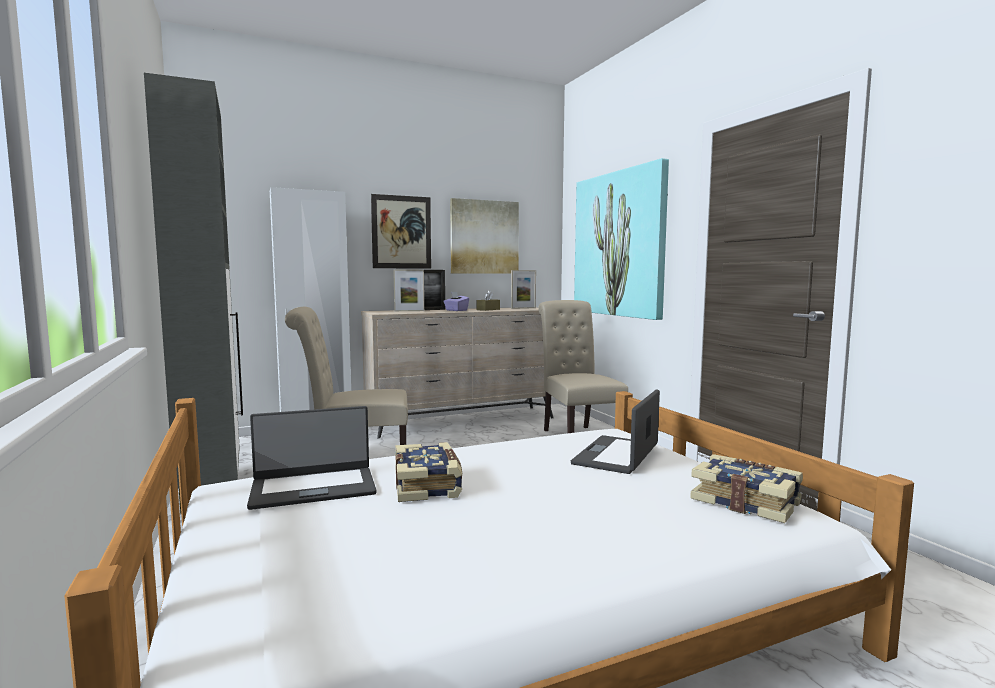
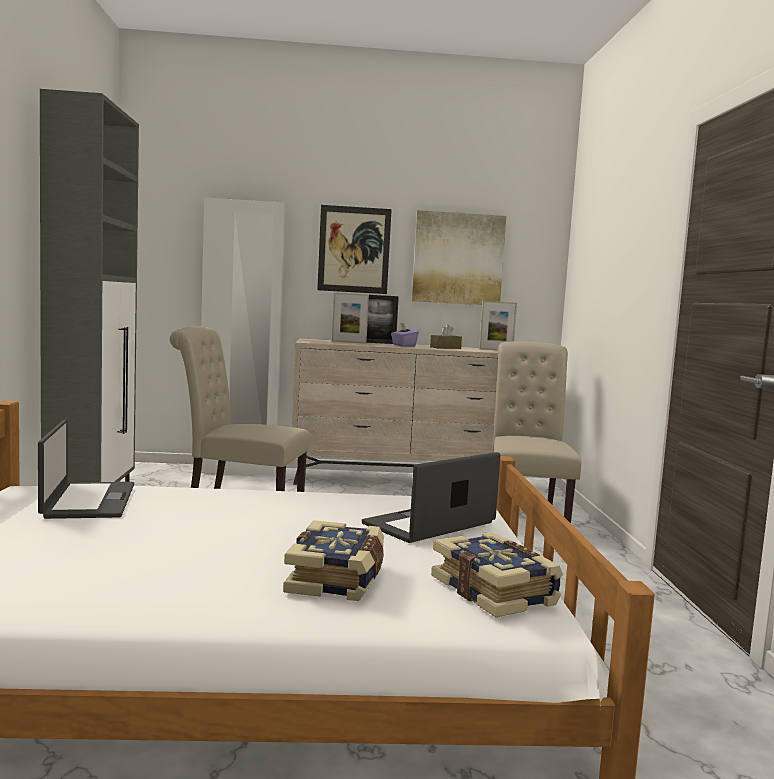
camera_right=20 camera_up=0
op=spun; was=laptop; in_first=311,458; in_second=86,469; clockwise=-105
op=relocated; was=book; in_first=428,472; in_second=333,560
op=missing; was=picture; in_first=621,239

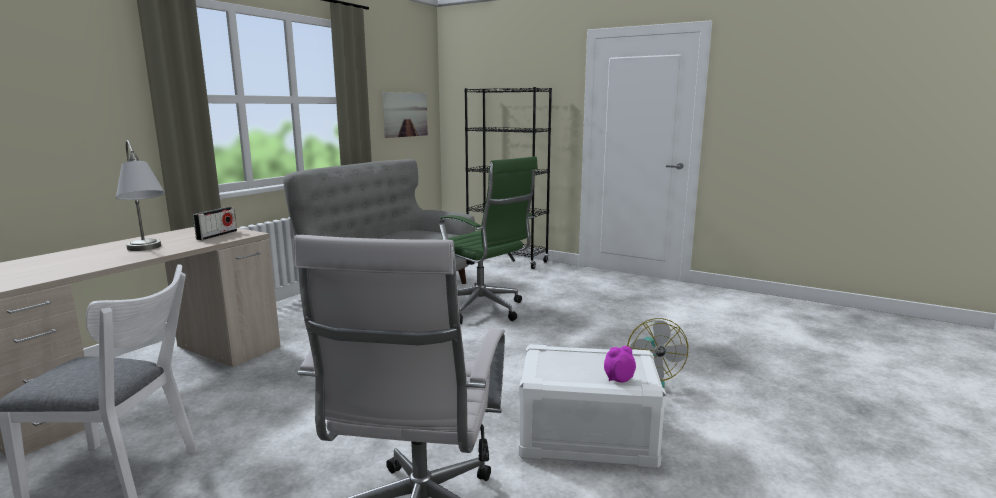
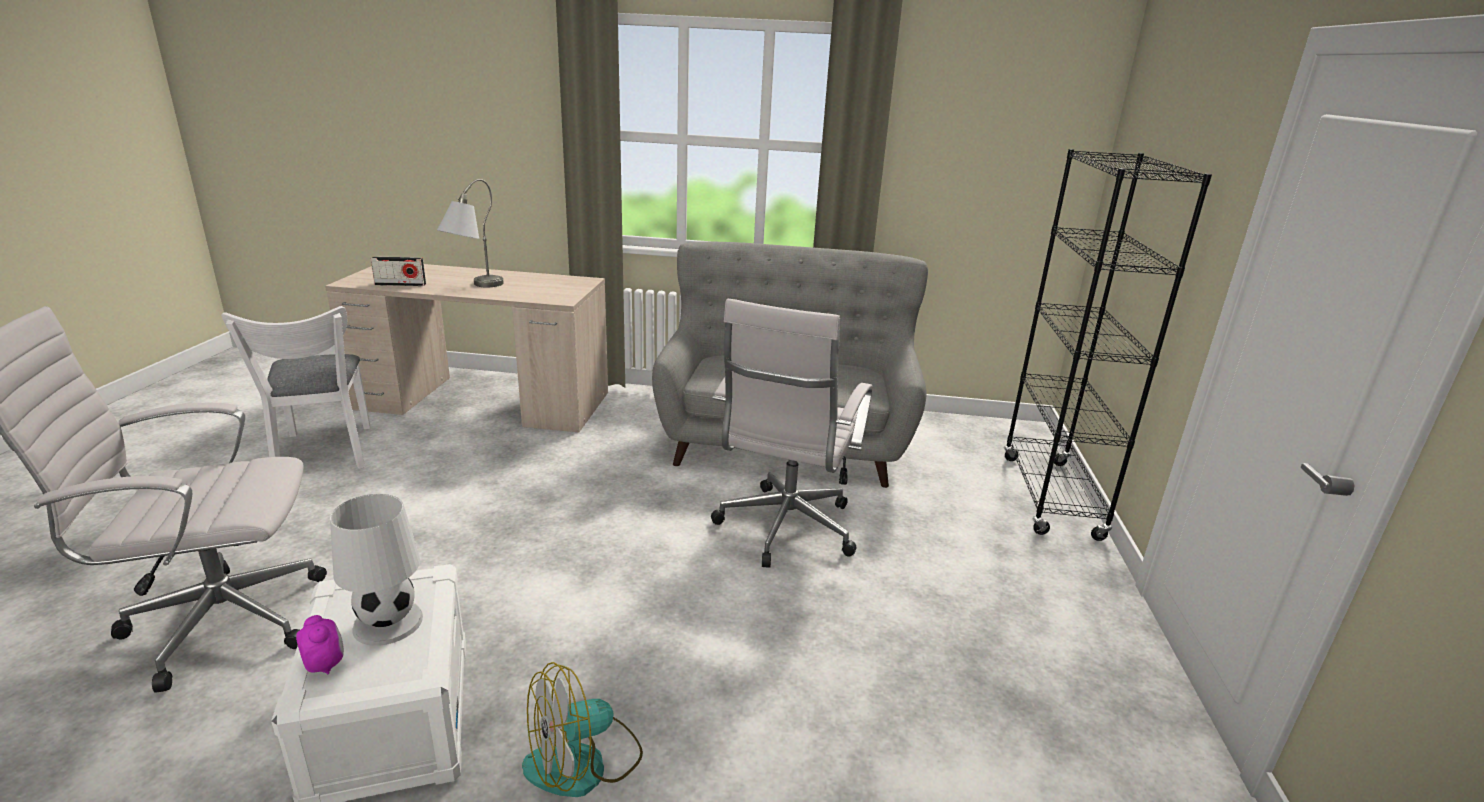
camera_right=65 camera_up=10
op=appeared; now=white table lamp; in_second=376,570
op=relocated; was=radio; in_first=215,223; in_second=398,271
op=colour; was=green office chair; now=white office chair; in_first=488,240; in_second=792,433
op=missing; was=picture; in_first=405,115

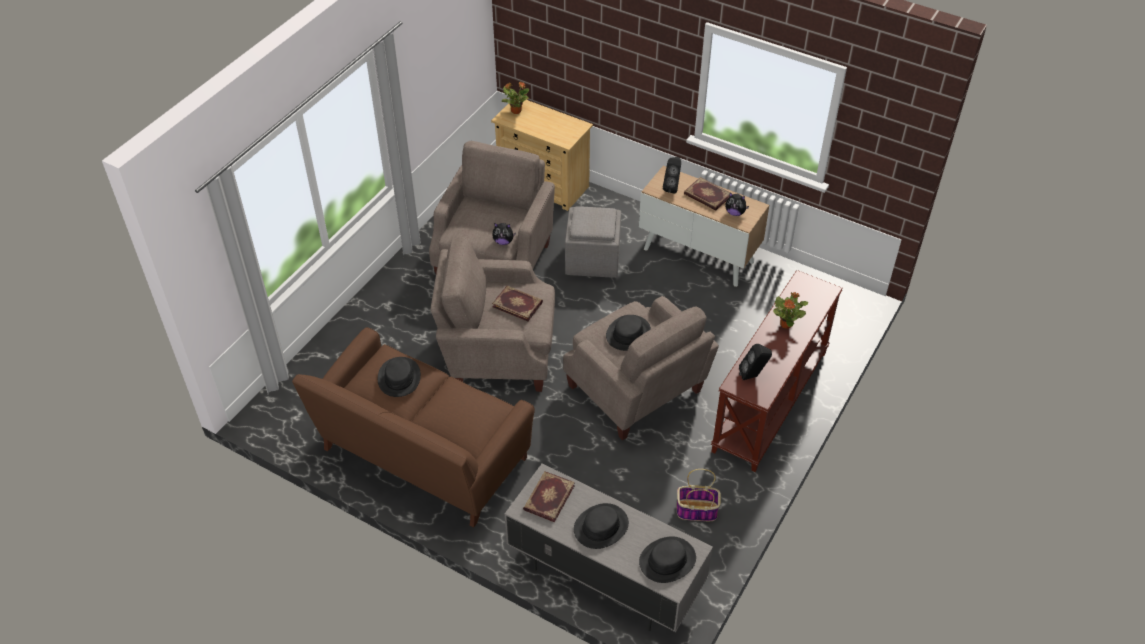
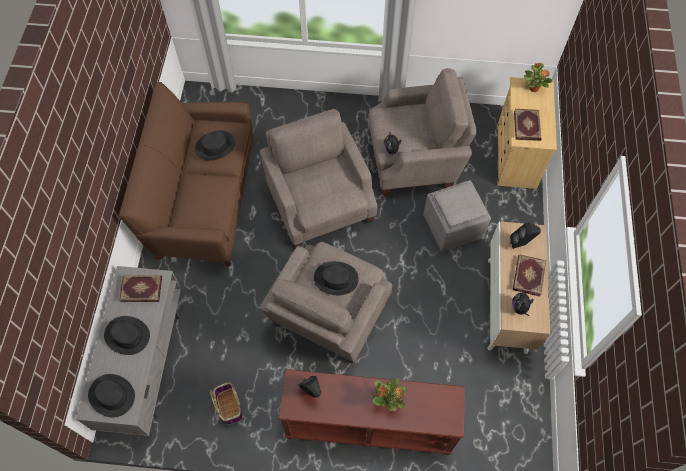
camera_right=65 camera_up=15
op=relocated; was=book; in_first=517,303; in_second=528,125

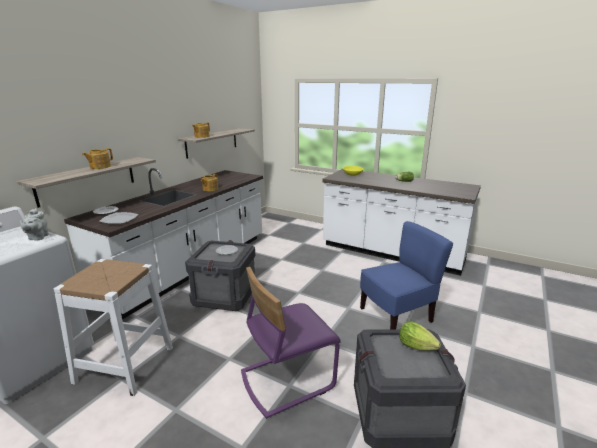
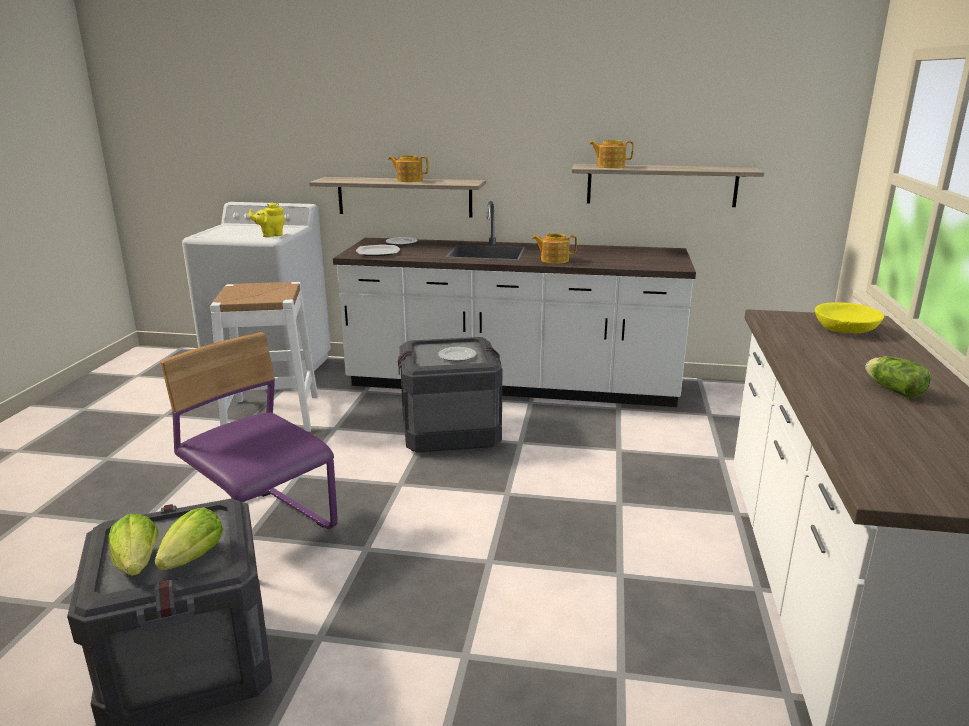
camera_right=70 camera_up=0
op=appeared; now=lettuce; in_second=133,545
op=colour; was=grey teapot; now=yellow teapot; in_first=34,224; in_second=267,220
op=missing; was=blue chair; in_first=406,275

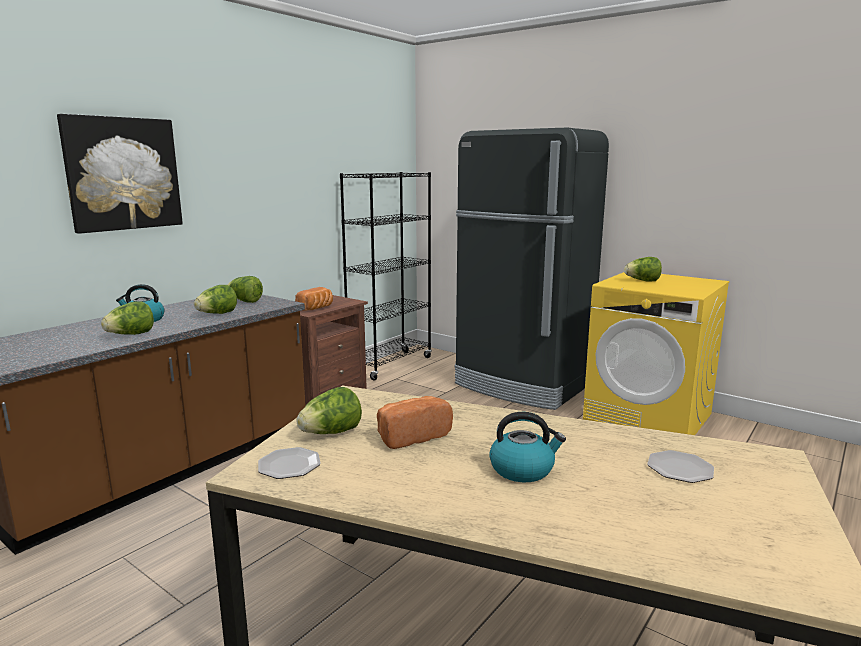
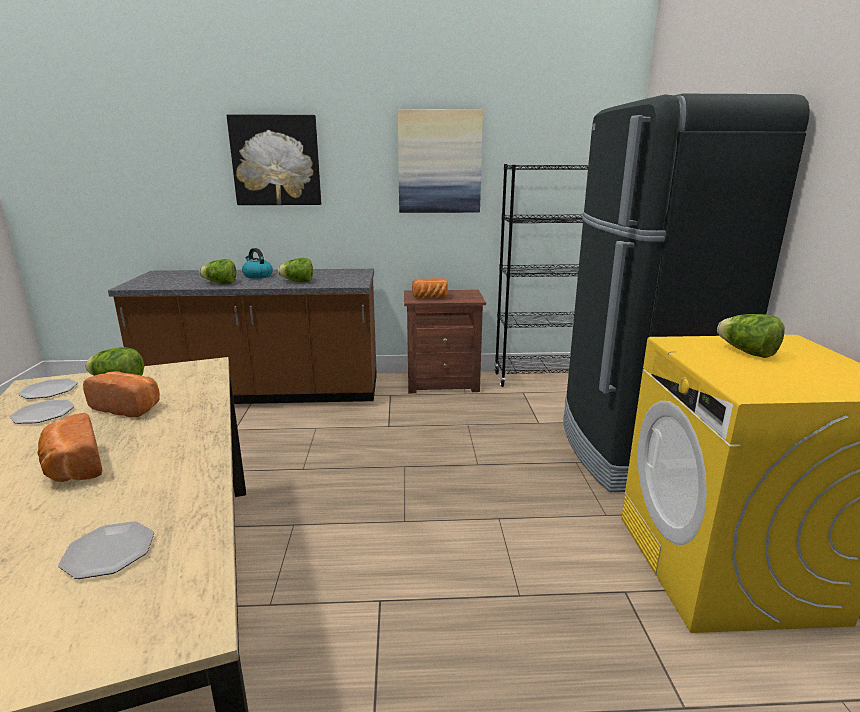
camera_right=50 camera_up=5
op=appeared; now=plate; in_second=42,412
op=exchanged; was=kettle; now=bread; in_first=527,447; in_second=69,447
op=appeared; now=picture; in_second=440,161
op=missing; was=lettuce; in_first=245,289

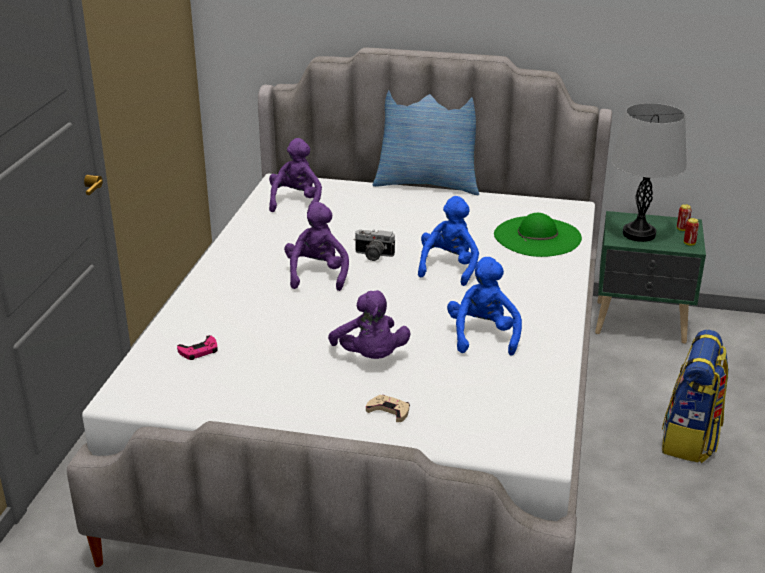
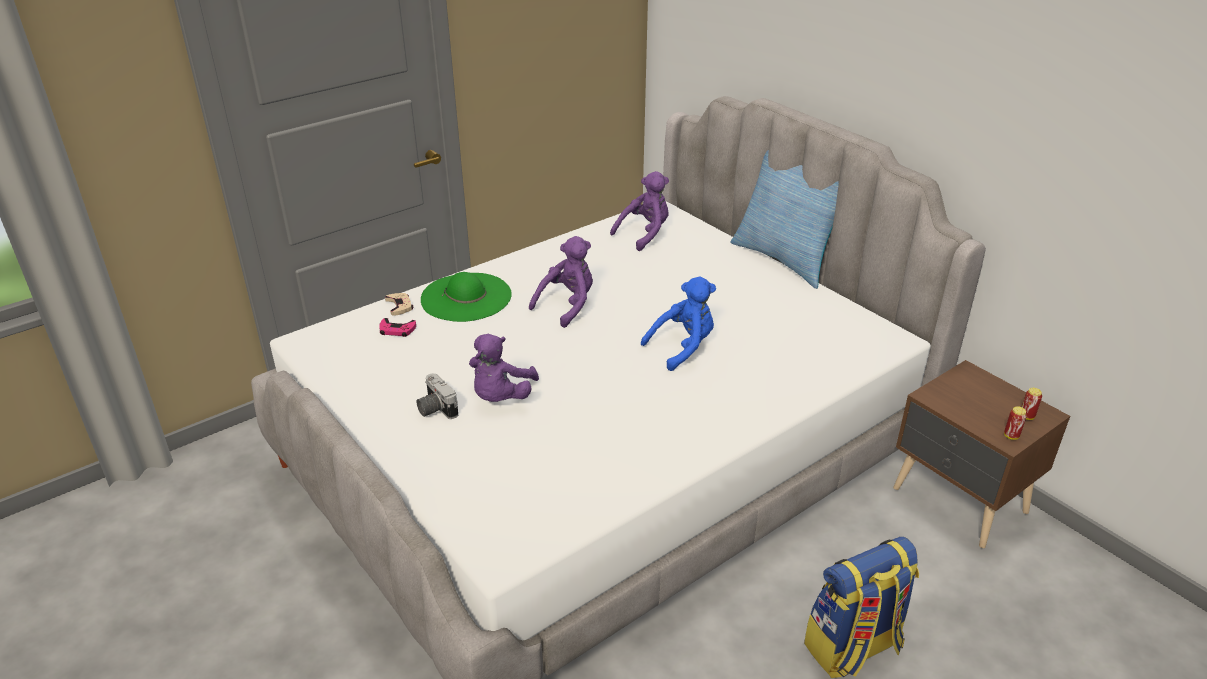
camera_right=40 camera_up=5
op=relocated; was=beige game controller; in_first=388,408; in_second=399,304
op=relocated; was=photo camera; in_first=374,245; in_second=437,396
op=relocated; was=green hat; in_first=538,235; in_second=466,297
op=colour; was=green nightstand; now=brown nightstand; in_first=650,277; in_second=981,454
op=missing; was=blue plush toy; in_first=484,306
op=missing; was=grey table lamp; in_first=649,172

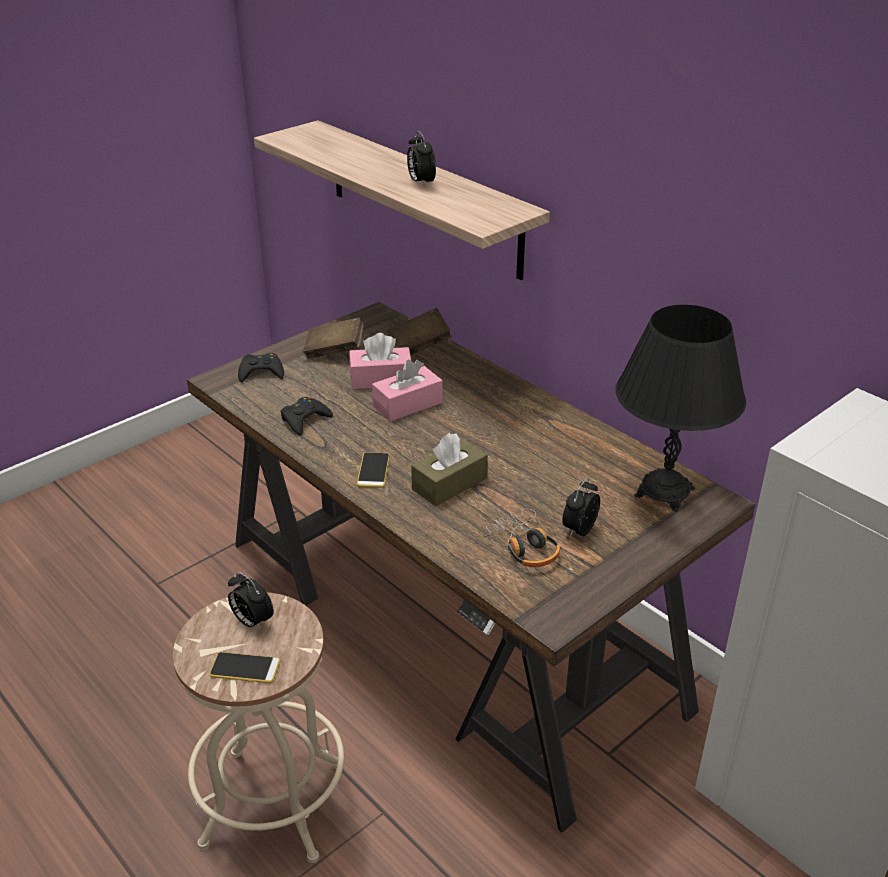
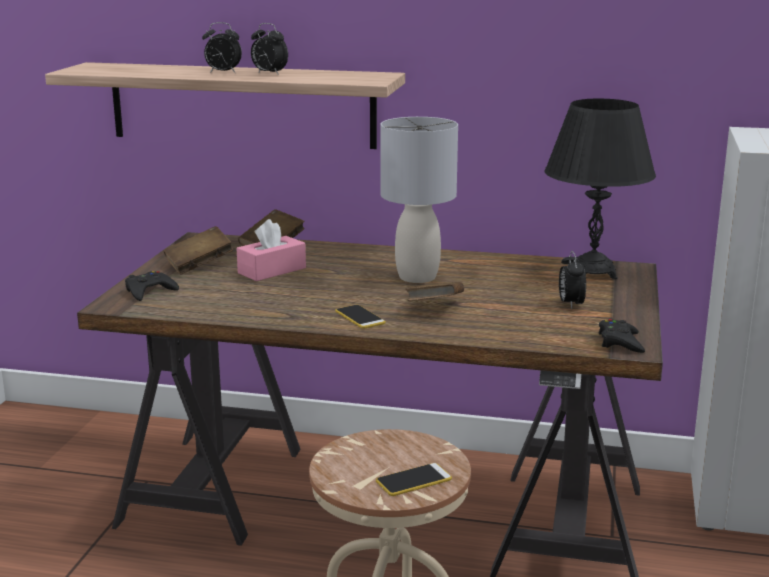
camera_right=-35 camera_up=-15
op=relocated; was=alarm clock; in_first=251,601; in_second=222,47
op=appeared; now=grey table lamp; in_second=419,200
op=exchanged; was=brown tissue box; now=brown book; in_first=449,469; in_second=435,291
op=relocated; was=black game controller; in_first=306,416; in_second=622,336
op=missing; was=pink tissue box; in_first=407,390
op=missing; was=headphones; in_first=521,538

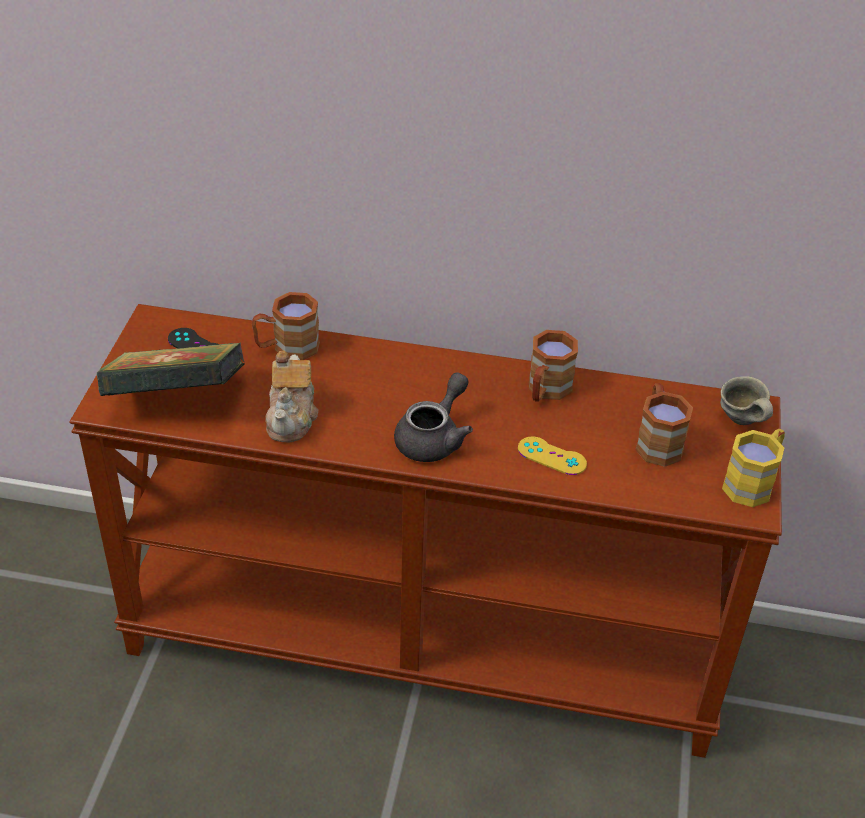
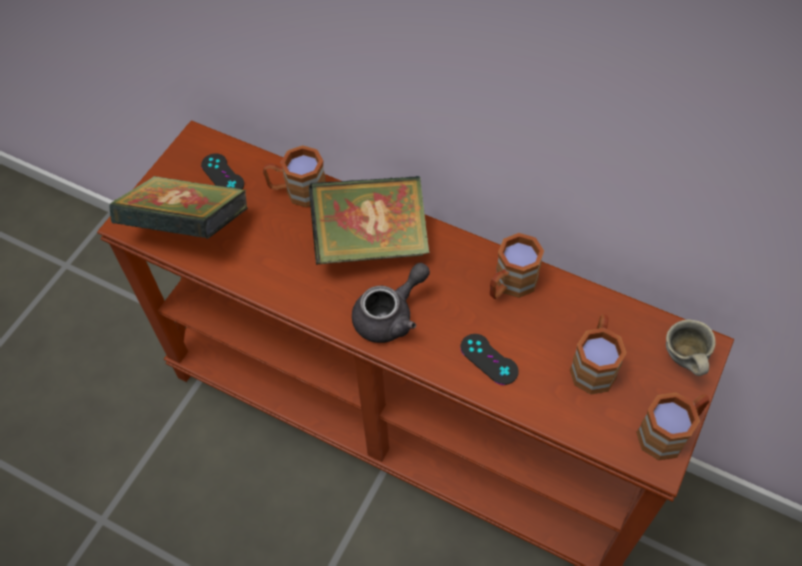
camera_right=20 camera_up=15
op=appeared; now=book; in_second=369,220
op=colour; was=yellow game controller; now=black game controller; in_first=552,455; in_second=489,359
op=colour; was=yellow mug; now=brown mug; in_first=753,468; in_second=673,426
op=missing; was=teapot; in_first=291,396

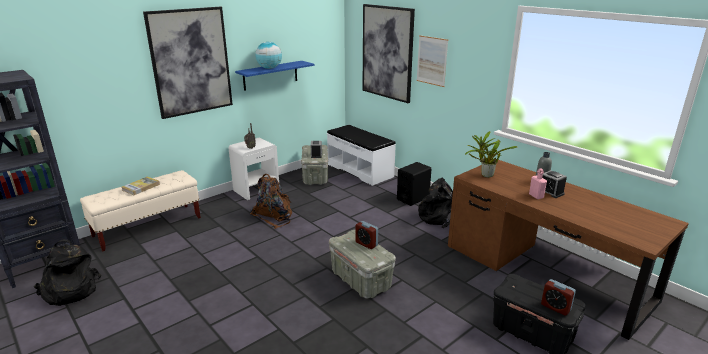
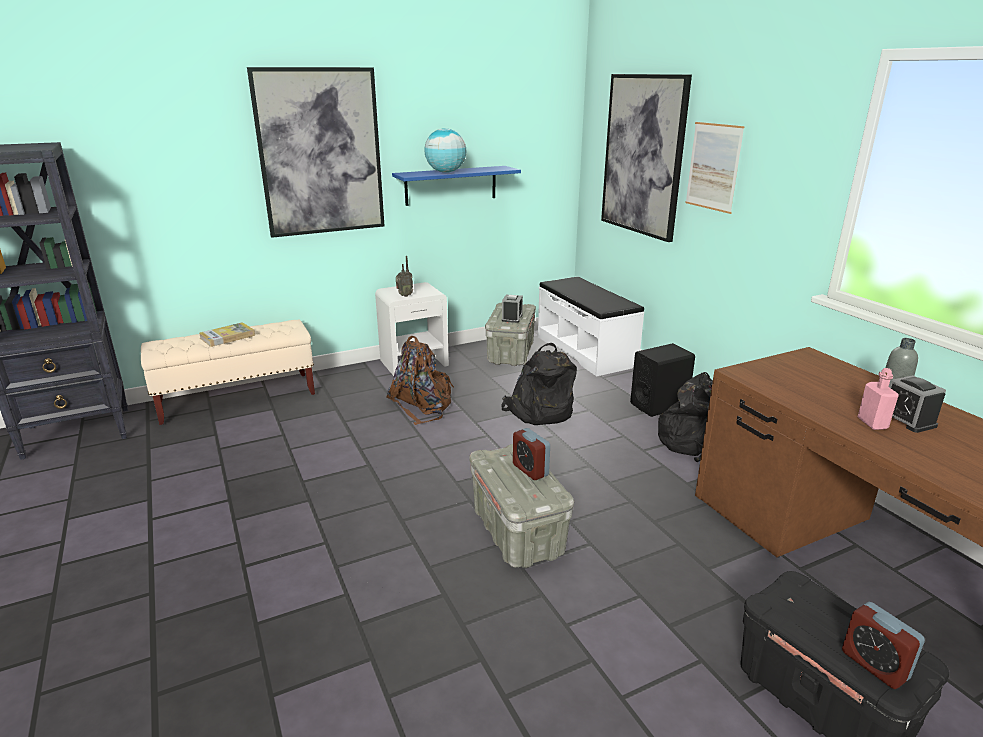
camera_right=15 camera_up=0
op=relocated; was=black backpack; in_first=67,272; in_second=539,384
op=missing; was=potted plant; in_first=491,154

